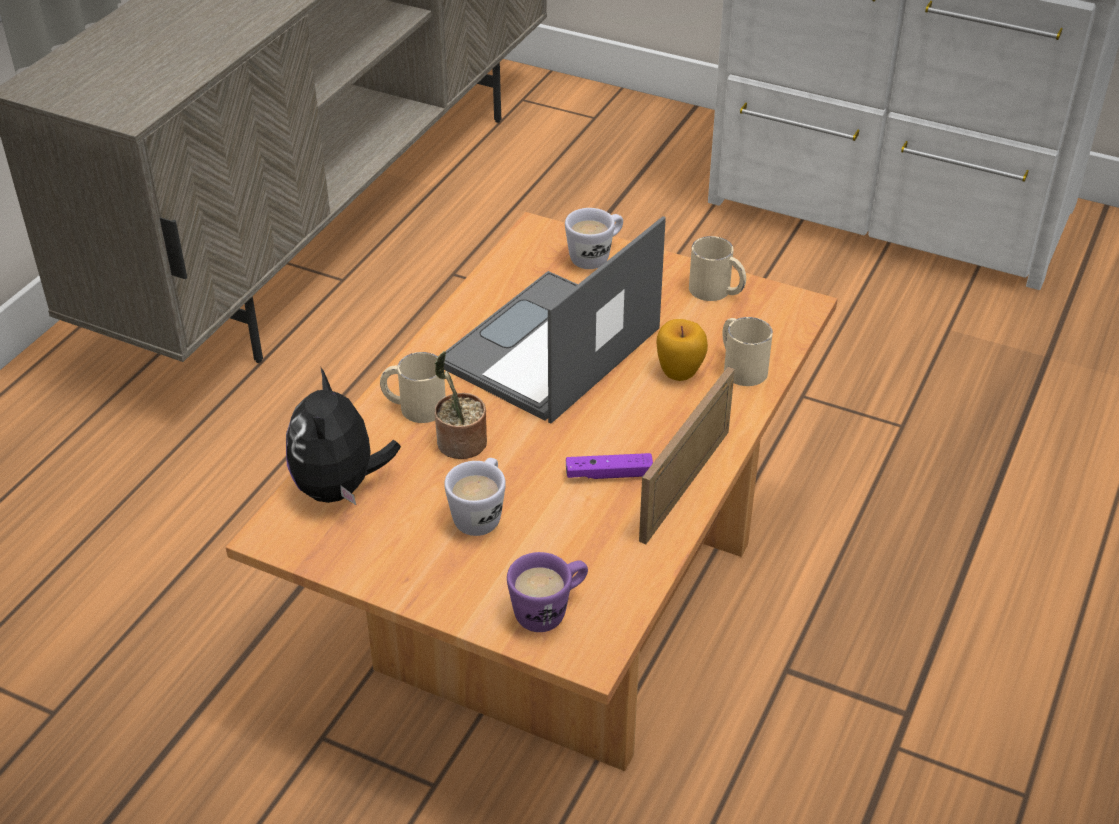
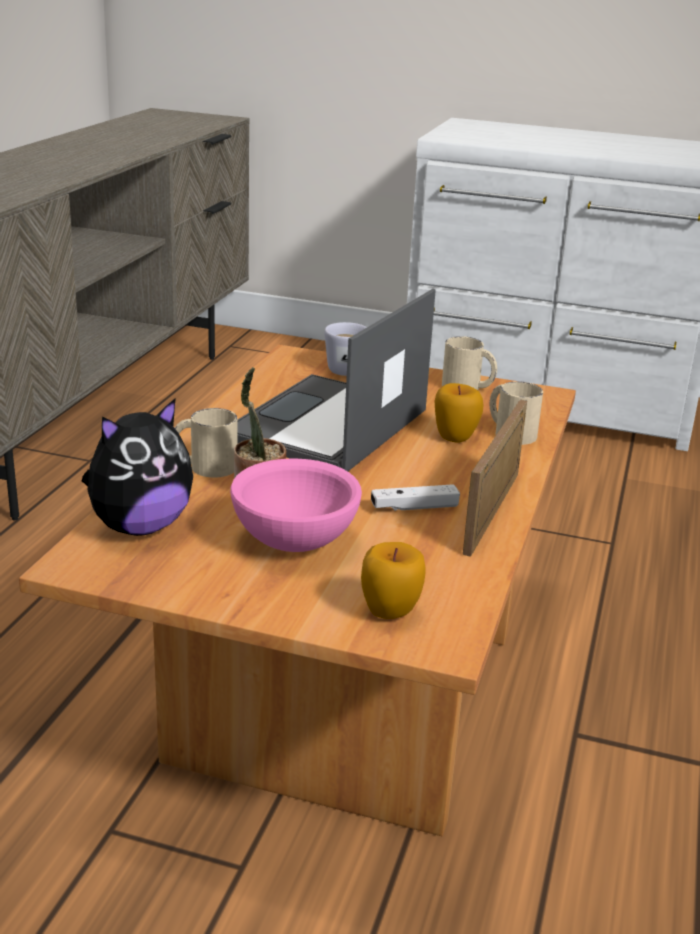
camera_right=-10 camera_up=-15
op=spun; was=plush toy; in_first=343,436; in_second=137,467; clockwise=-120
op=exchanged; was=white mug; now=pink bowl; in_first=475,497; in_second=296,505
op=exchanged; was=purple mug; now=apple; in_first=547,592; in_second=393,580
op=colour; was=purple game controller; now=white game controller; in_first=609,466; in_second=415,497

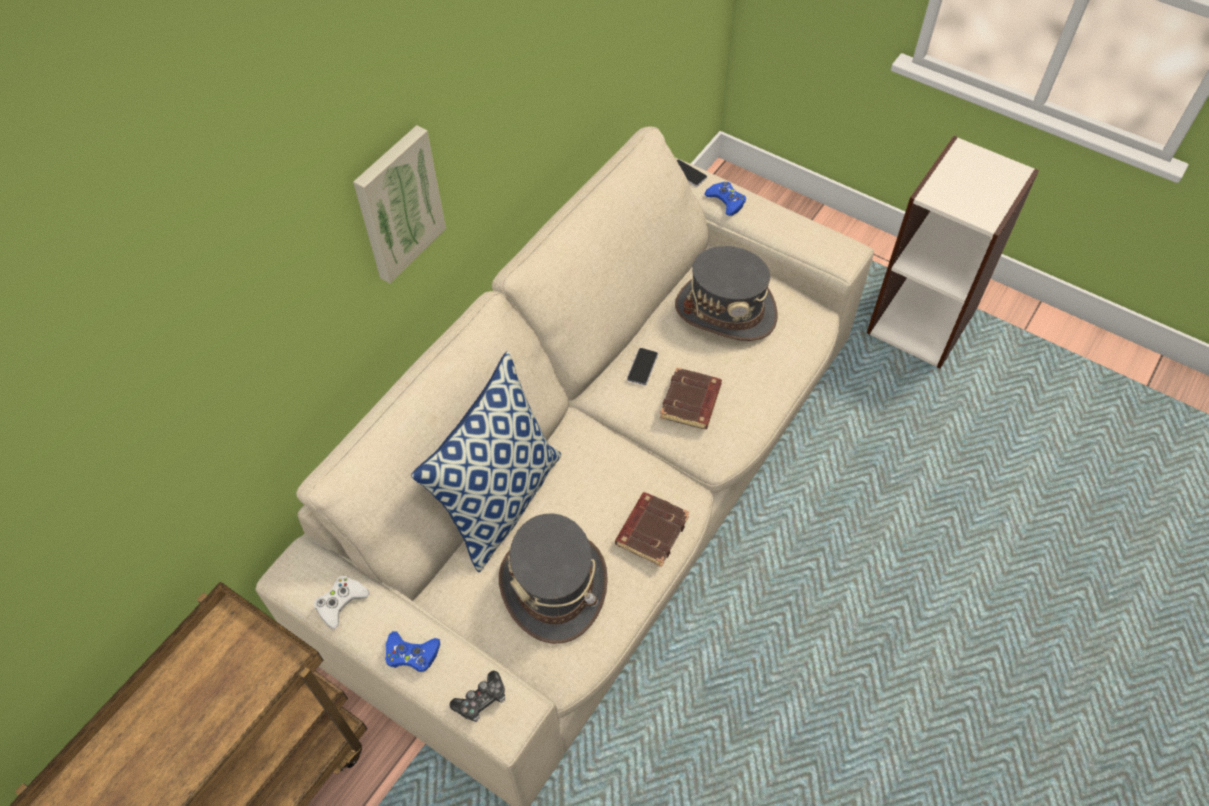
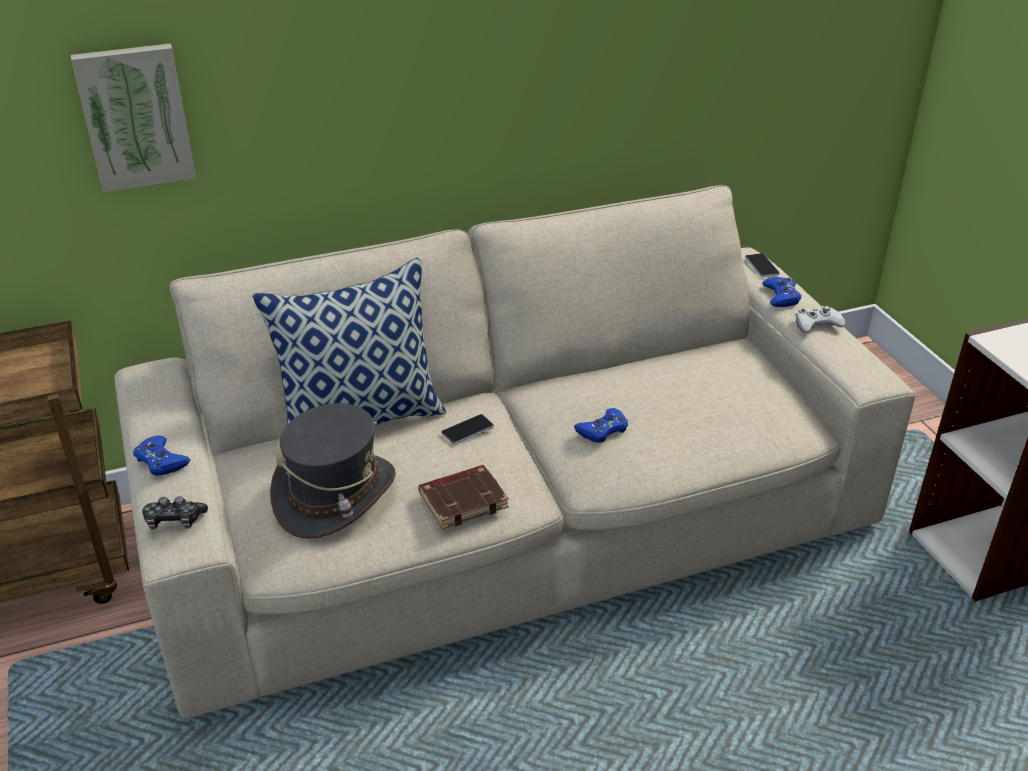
camera_right=35 camera_up=-20
op=relocated; was=picture; in_first=399,204; in_second=133,118
op=relocated; was=phone; in_first=642,366; in_second=467,429
op=exchanged; was=brown book; now=blue game controller; in_first=691,398; in_second=601,425
op=relocated; was=white game controller; in_first=342,602; in_second=820,319
op=missing; was=grey hat; in_first=726,293

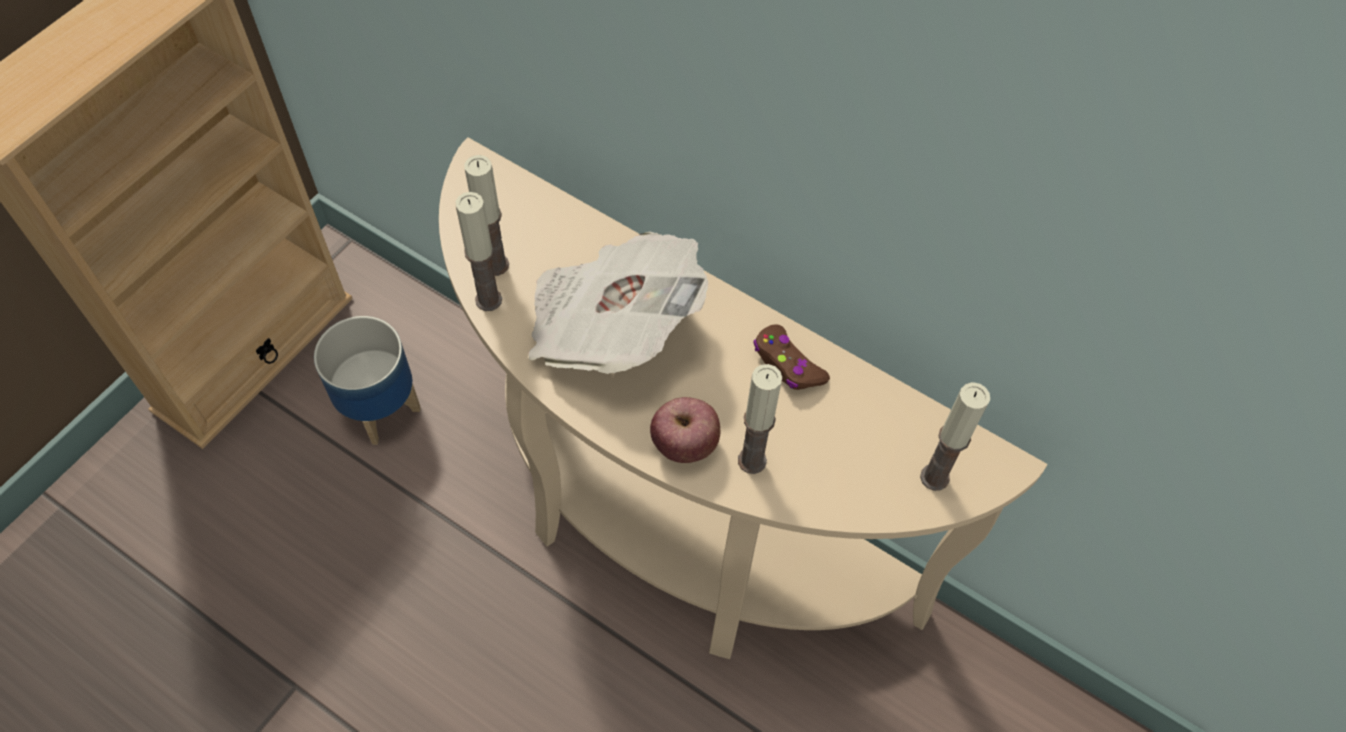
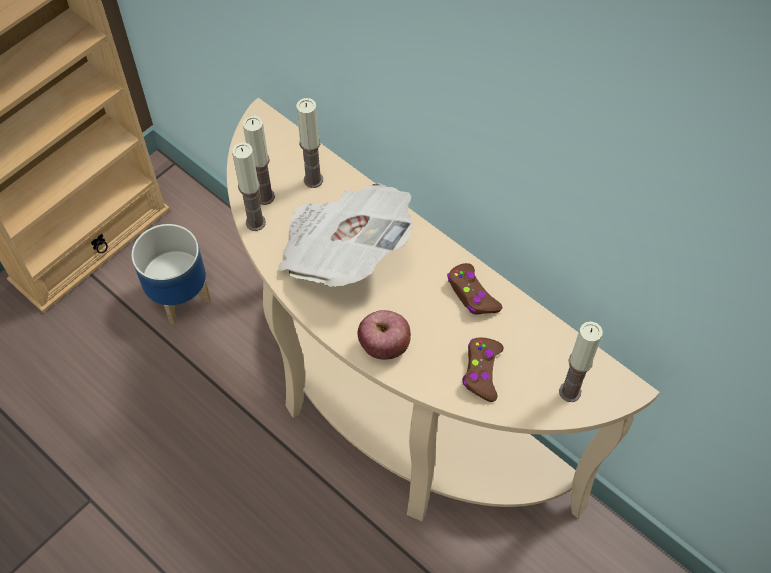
camera_right=10 camera_up=0
op=relocated; was=candle; in_first=760,419; in_second=309,143
op=appeared; now=brown game controller; in_second=483,370

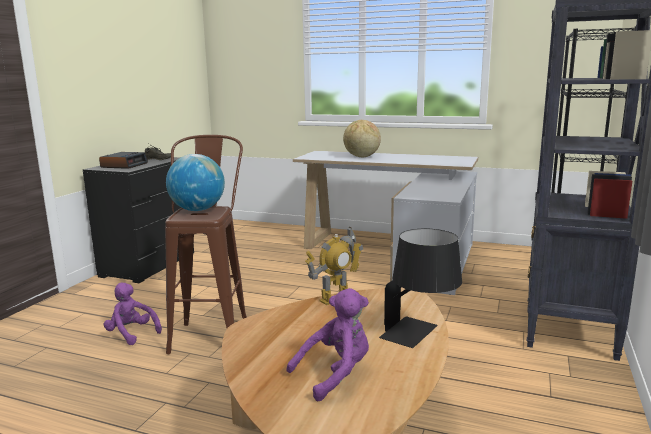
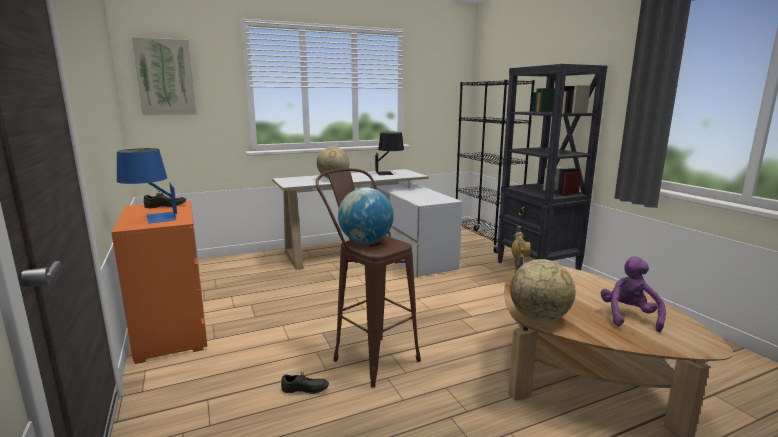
camera_right=-45 camera_up=0
op=colour; was=black dresser; now=orange dresser; in_first=138,220; in_second=159,282
op=exchanged; was=alarm clock; now=blue table lamp; in_first=123,160; in_second=147,185
op=appeared; now=picture; in_second=164,76
op=exchanged; was=purple plush toy; now=grey shoe; in_first=133,314; in_second=305,383
op=relocated; was=black table lamp; in_first=420,288; in_second=389,153
op=appeared; now=globe; in_second=543,290

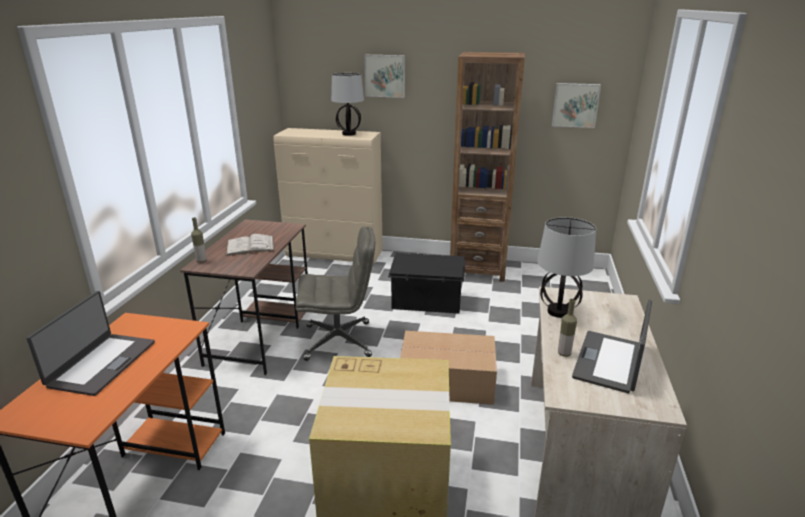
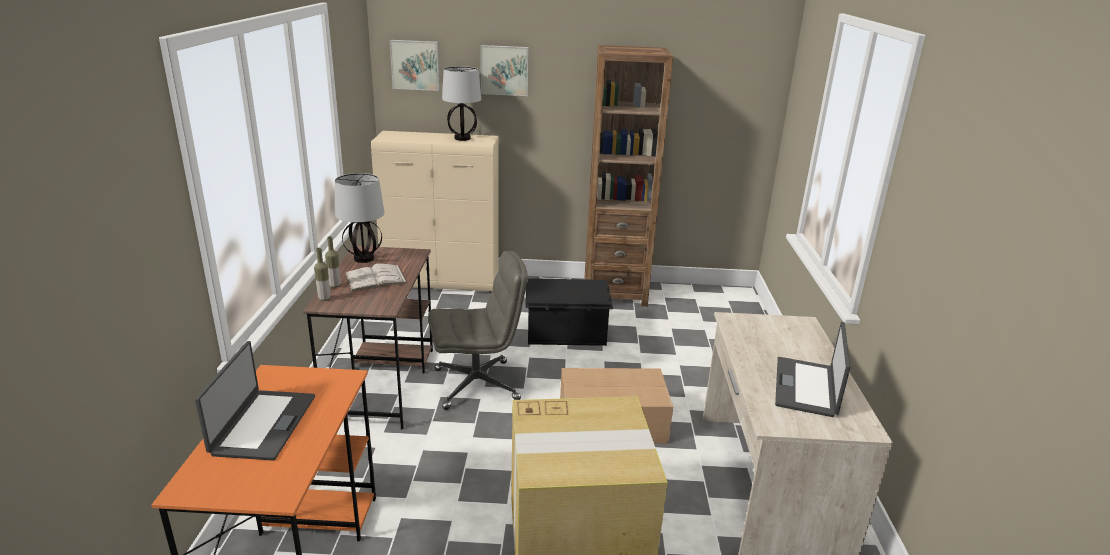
camera_right=-10 camera_up=0
op=relocated; was=bottle; in_first=567,328; in_second=333,262
op=relocated; was=table lamp; in_first=566,267; in_second=360,218
op=relocated; was=picture; in_first=576,105; in_second=415,65

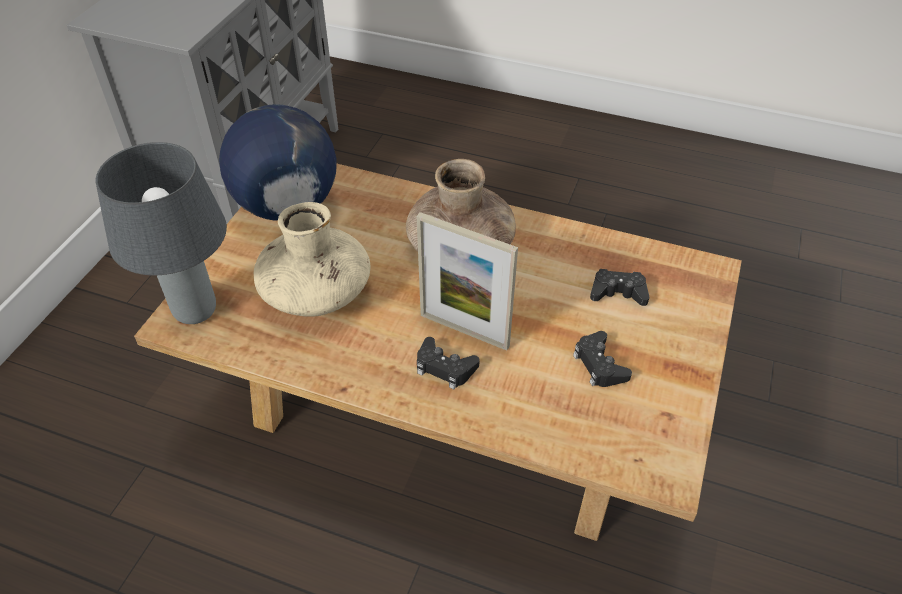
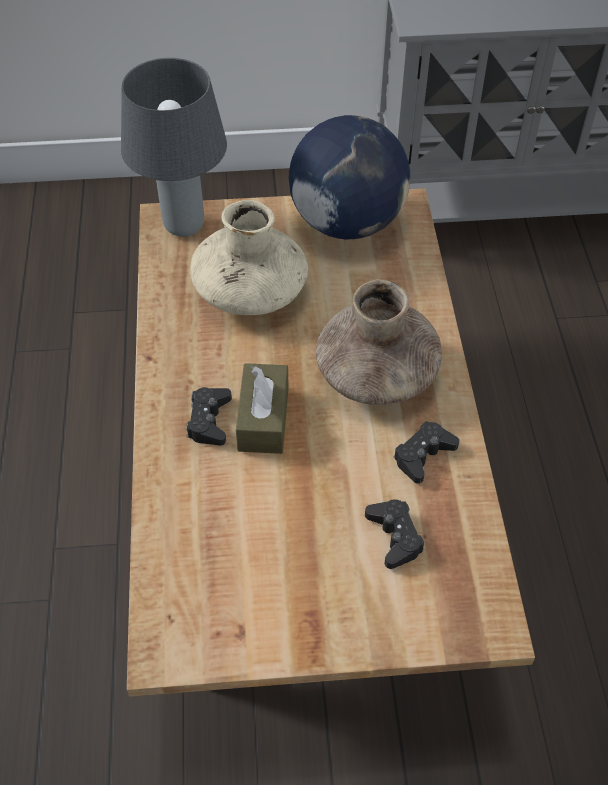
camera_right=65 camera_up=5
op=exchanged; was=picture frame; now=brown tissue box; in_first=467,281; in_second=262,408
op=relocated; was=black game controller; in_first=602,359; in_second=426,452

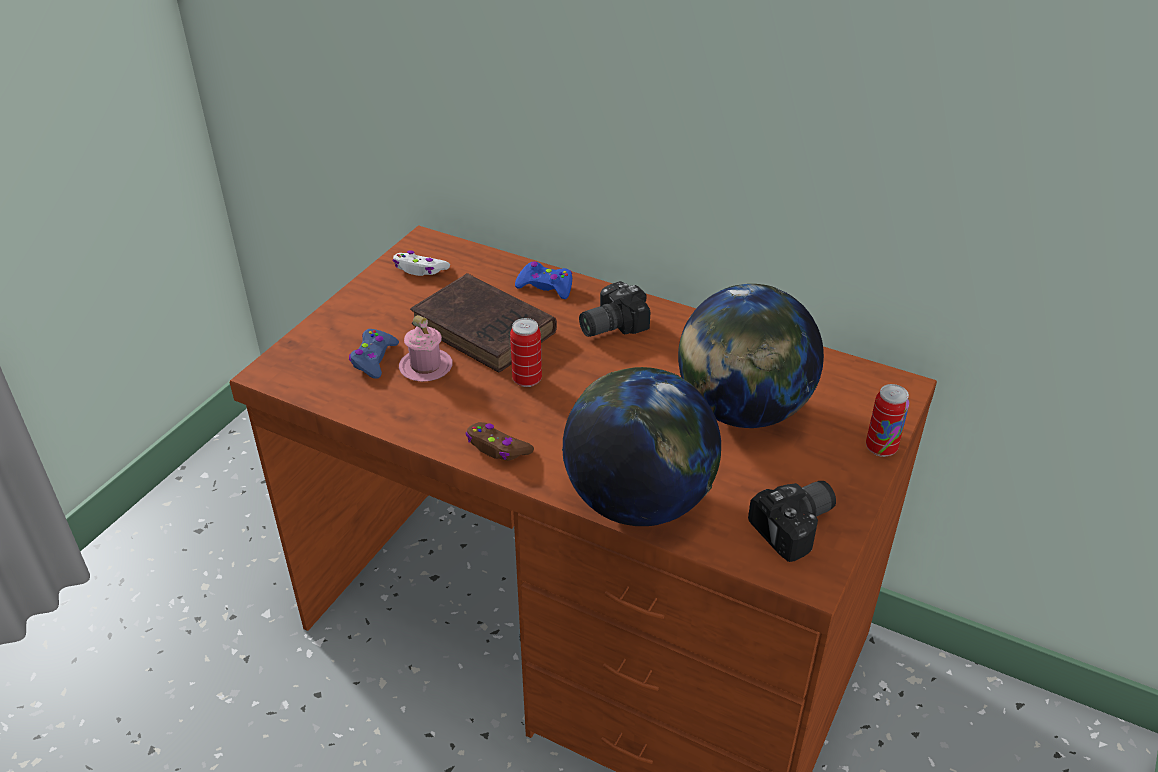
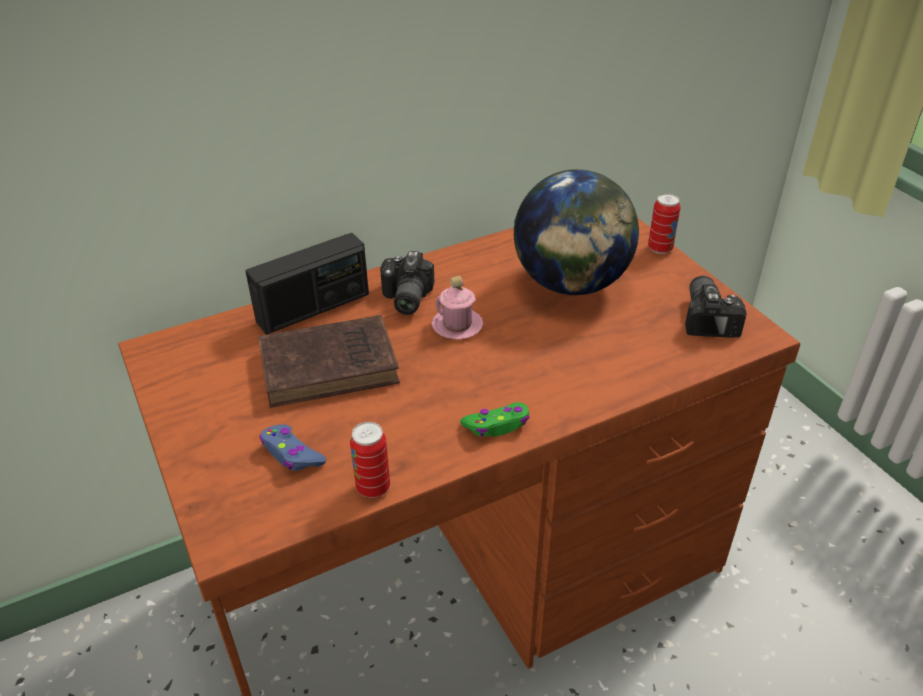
camera_right=-55 camera_up=0
op=exchanged; was=blue game controller; now=radio; in_first=543,280; in_second=307,284
op=relocated; was=can; in_first=526,352; in_second=370,460
op=relocated; was=pink mug; in_first=426,348; in_second=457,307
op=colour; was=brown game controller; now=green game controller; in_first=499,441; in_second=494,419
op=missing; was=white game controller; in_first=421,263
op=missing; was=globe; in_first=641,446

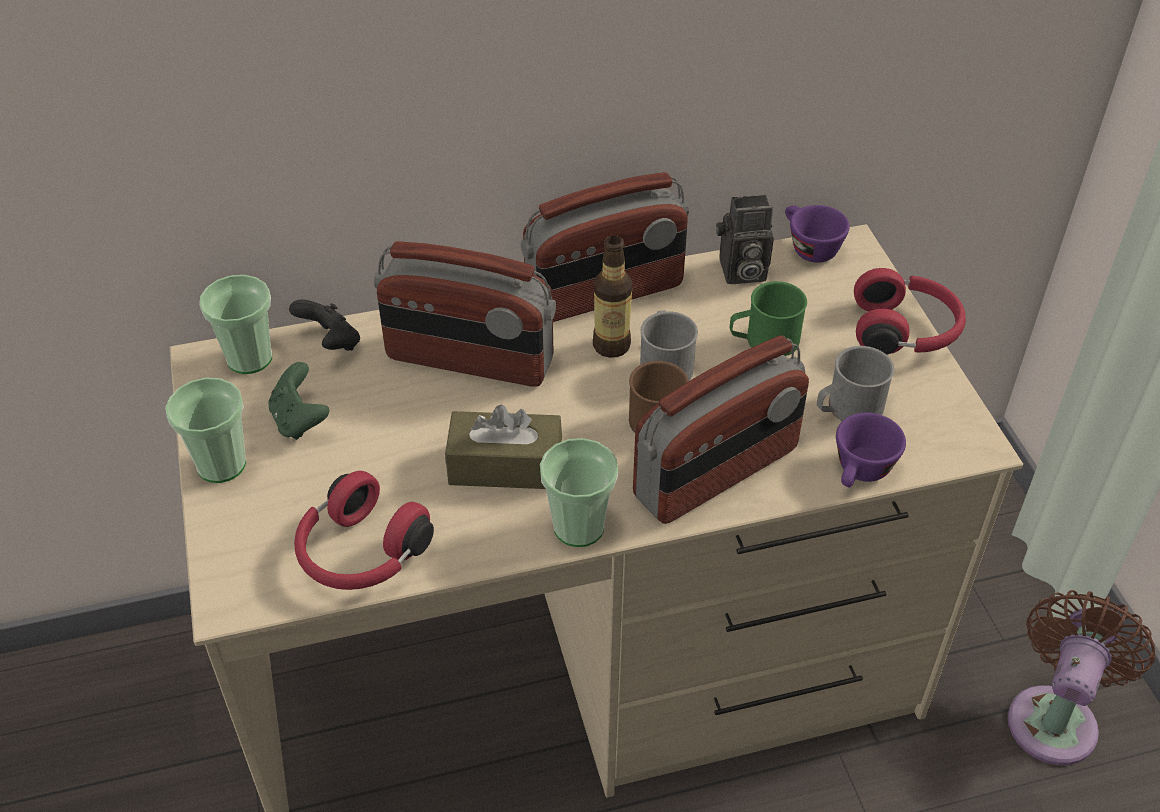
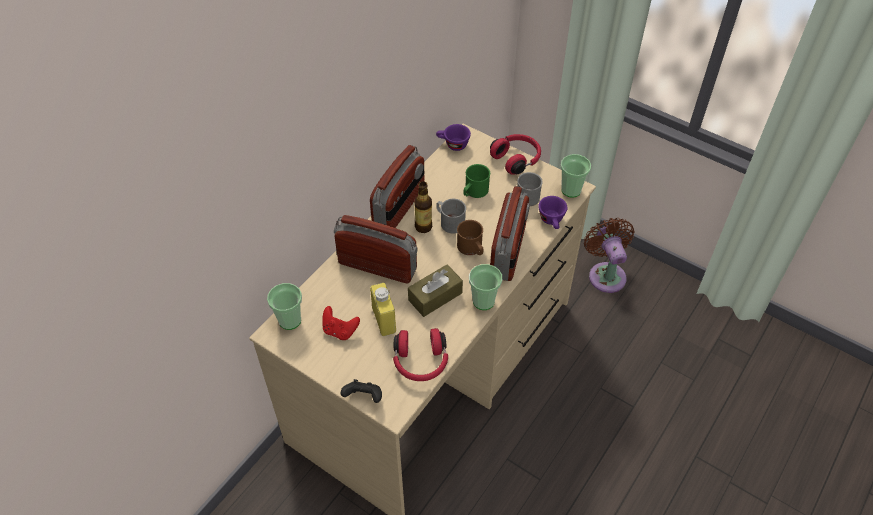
camera_right=-40 camera_up=5
op=colour; was=green game controller; now=red game controller; in_first=298,401; in_second=341,323
op=spun; was=radio; in_first=465,314; in_second=376,249; clockwise=-135
op=relocated; was=black game controller; in_first=324,325; in_second=361,391
op=appeared; now=yellow bottle; in_second=383,309
op=relocated; was=cup; in_first=205,430; in_second=576,176
op=missing; was=photo camera; in_first=745,239

